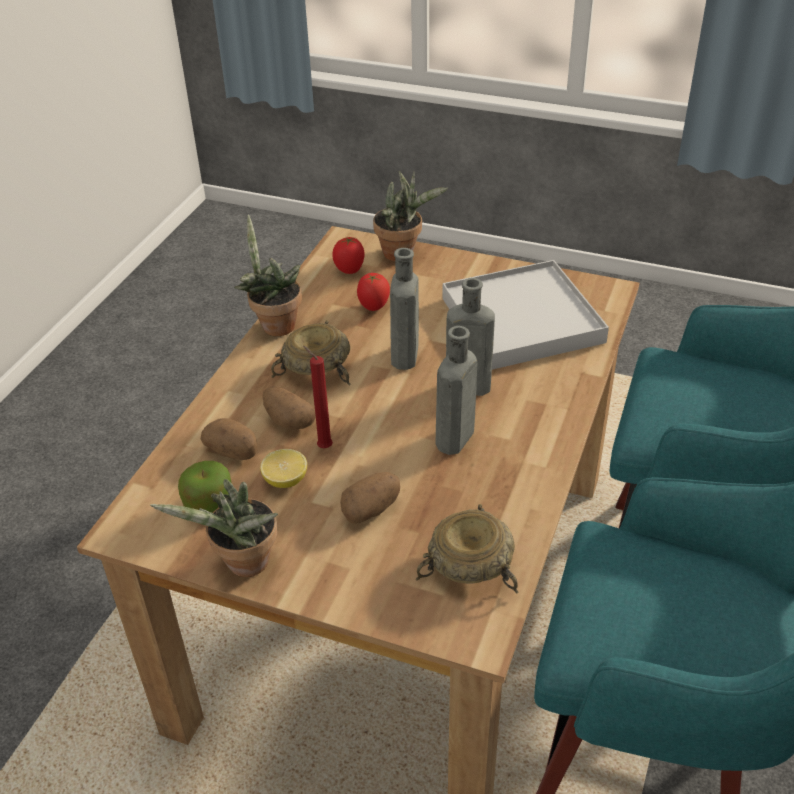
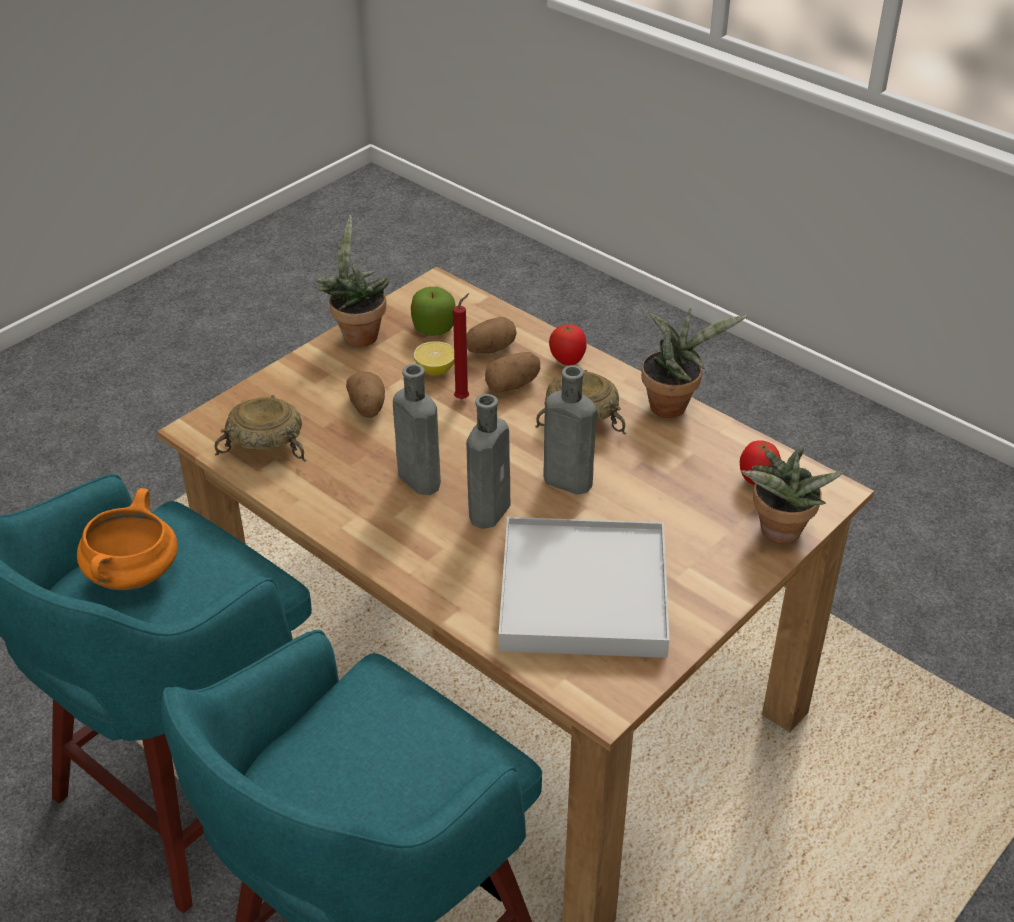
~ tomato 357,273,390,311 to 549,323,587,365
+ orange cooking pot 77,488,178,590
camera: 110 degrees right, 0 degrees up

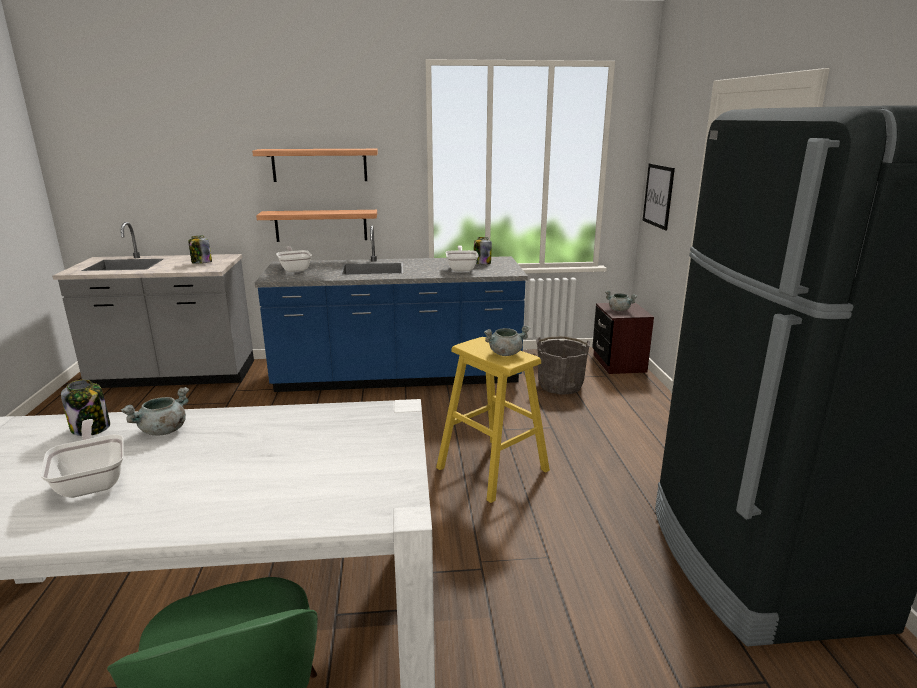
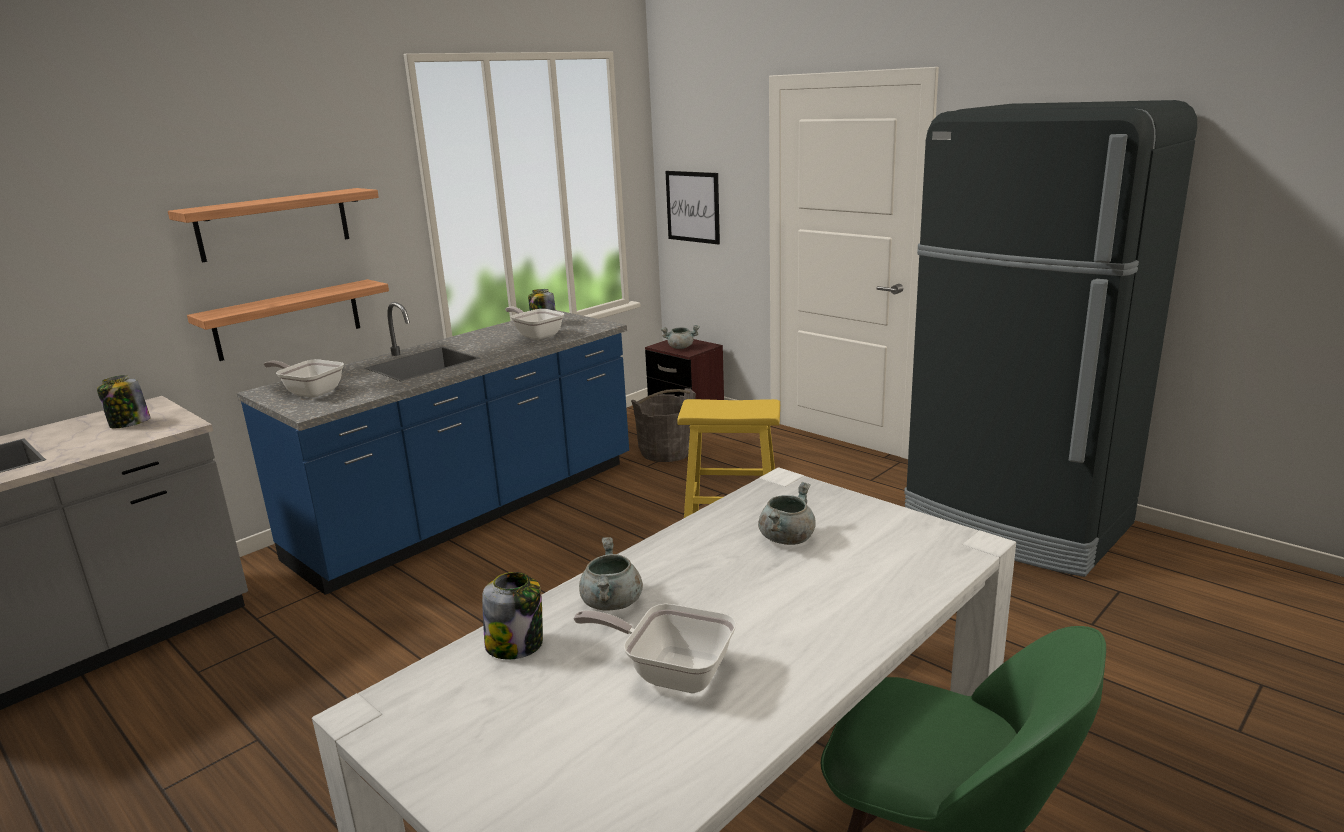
~ grey cooking pot 484,326,530,356 to 758,482,816,545
camera: 40 degrees left, 0 degrees up

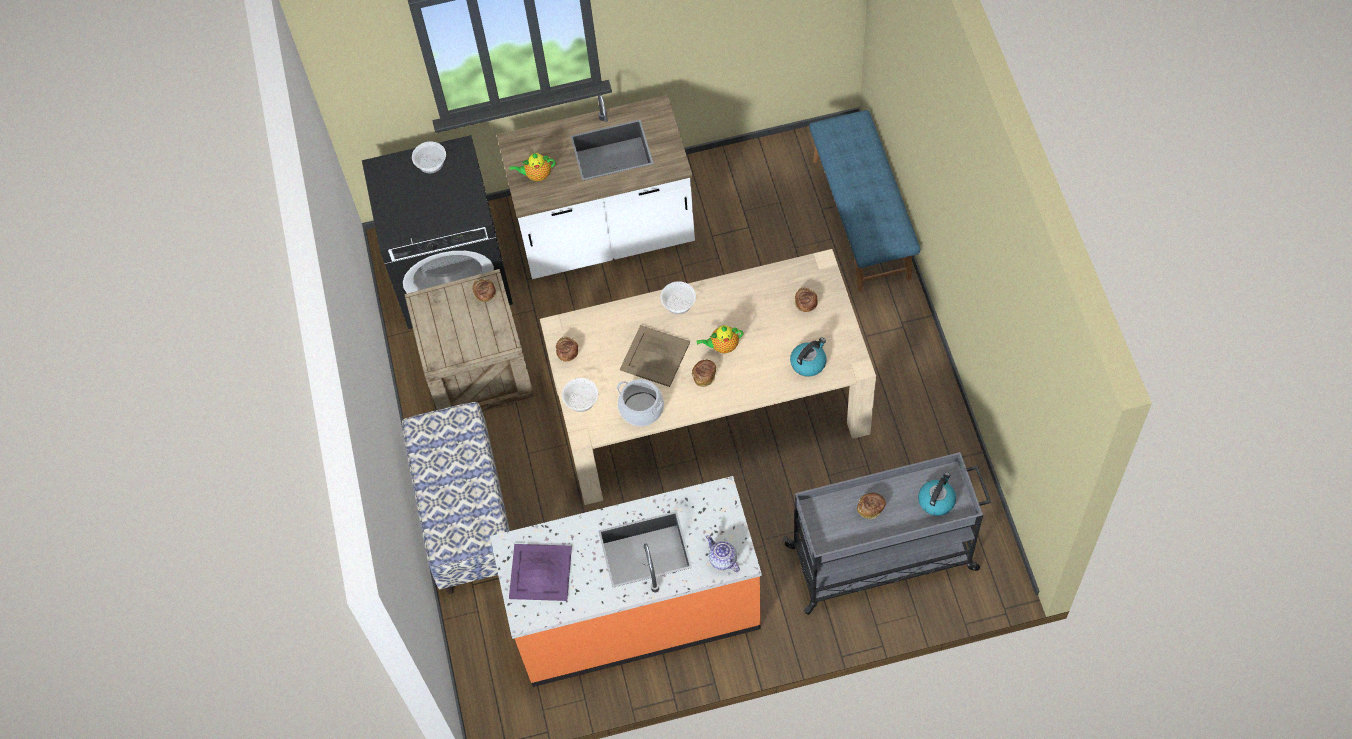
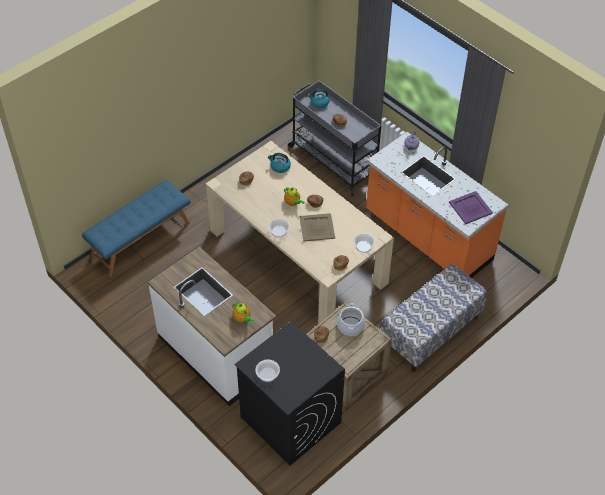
~ cooking pot 617,379,664,426 to 337,303,365,336
camera: 125 degrees left, 10 degrees down

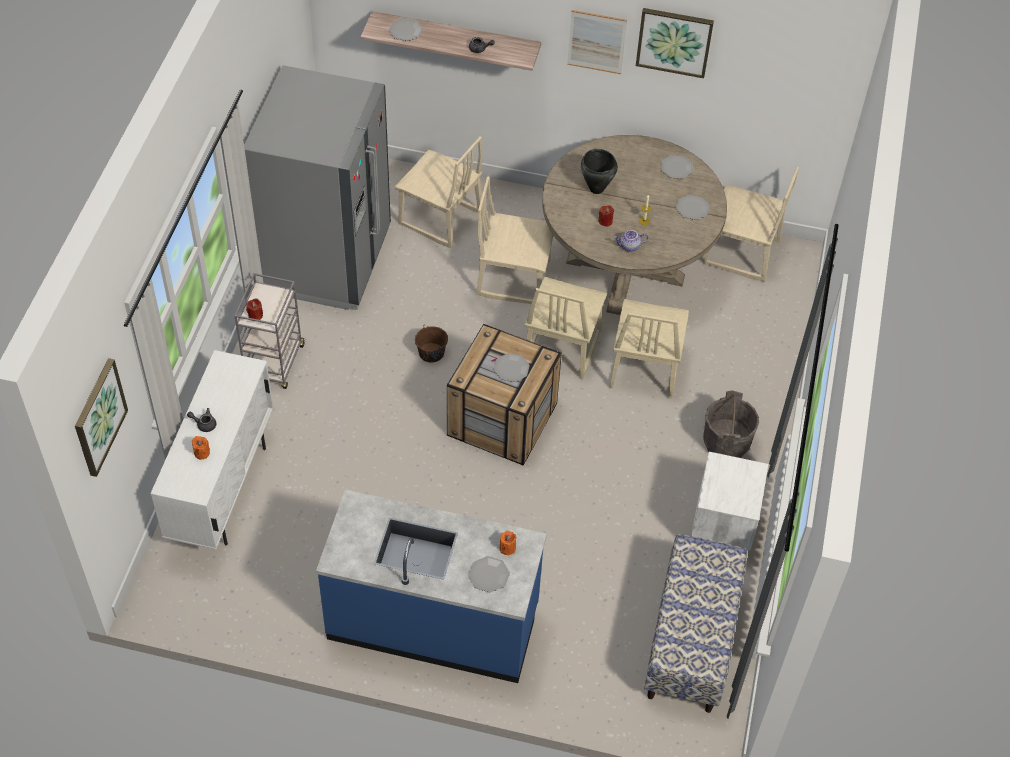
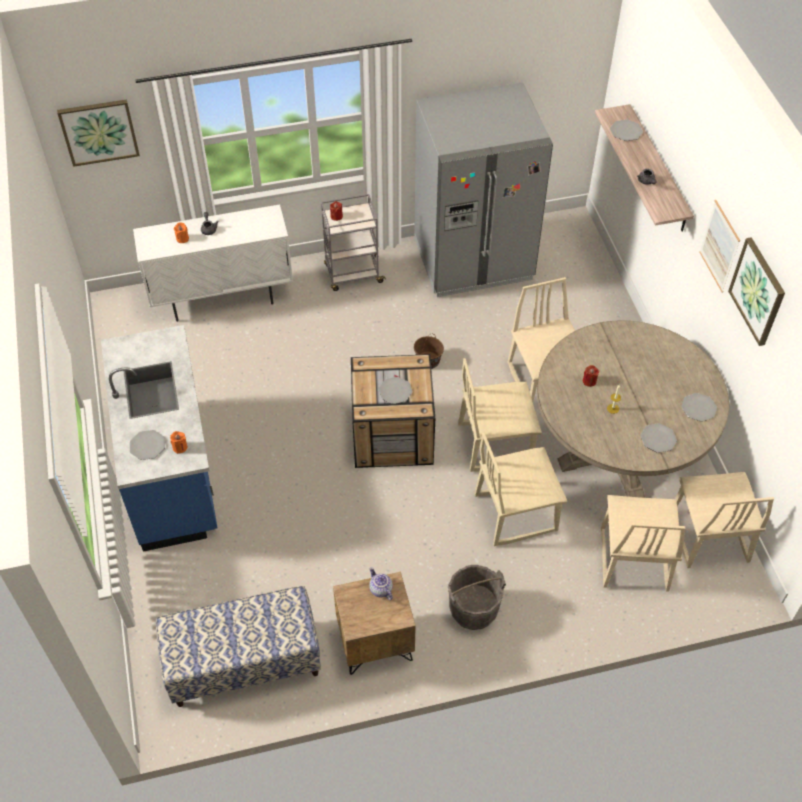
~ beige chair 394,136,483,248 to 601,495,685,592
- black cooking pot 581,149,618,194
~ teapot 614,230,648,252 to 369,567,393,600
~ white nightstand 691,452,768,551 to brown nightstand 333,572,416,675
camera: 65 degrees right, 0 degrees up

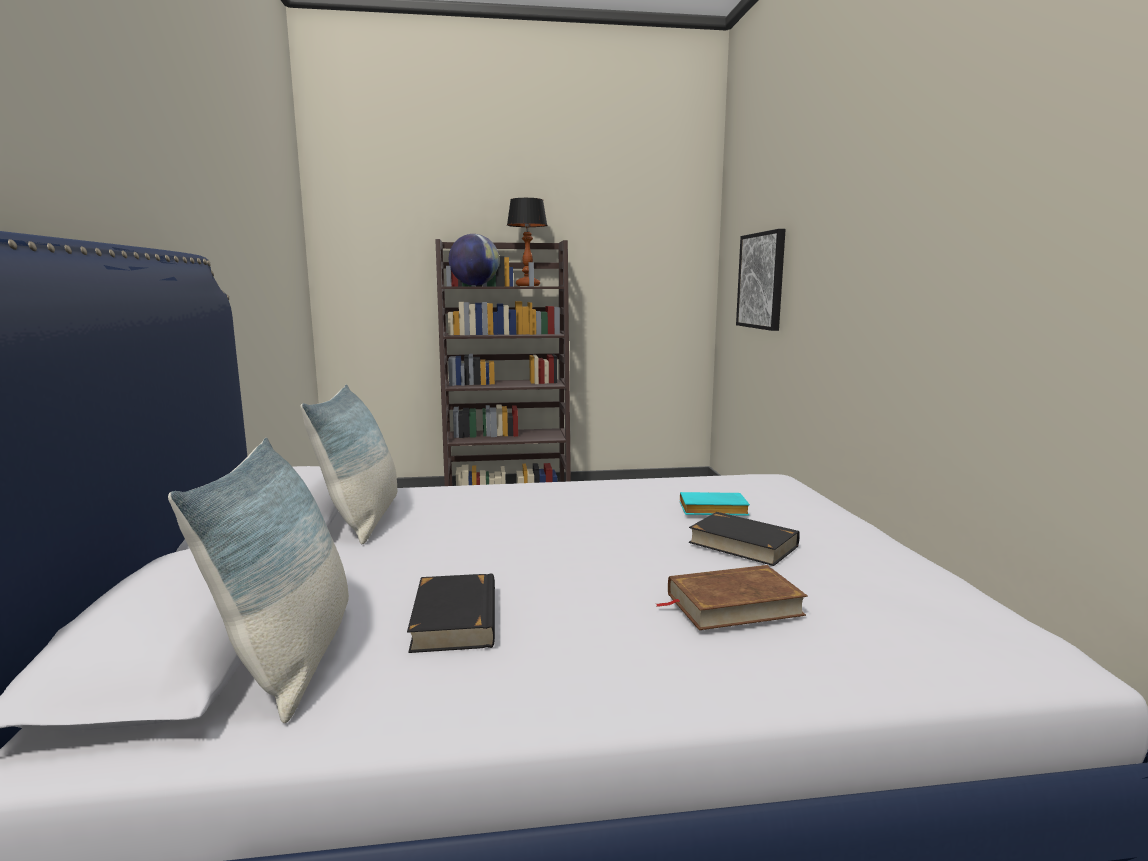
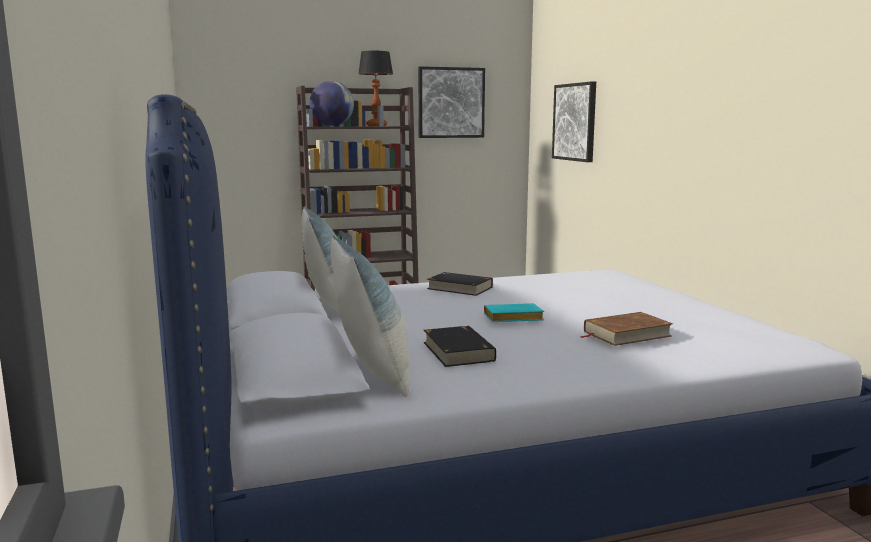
~ turquoise book 680,492,750,516 to 484,303,544,322
~ black book 688,512,800,566 to 427,272,493,296
+ picture 418,66,485,138
camera: 10 degrees left, 0 degrees up

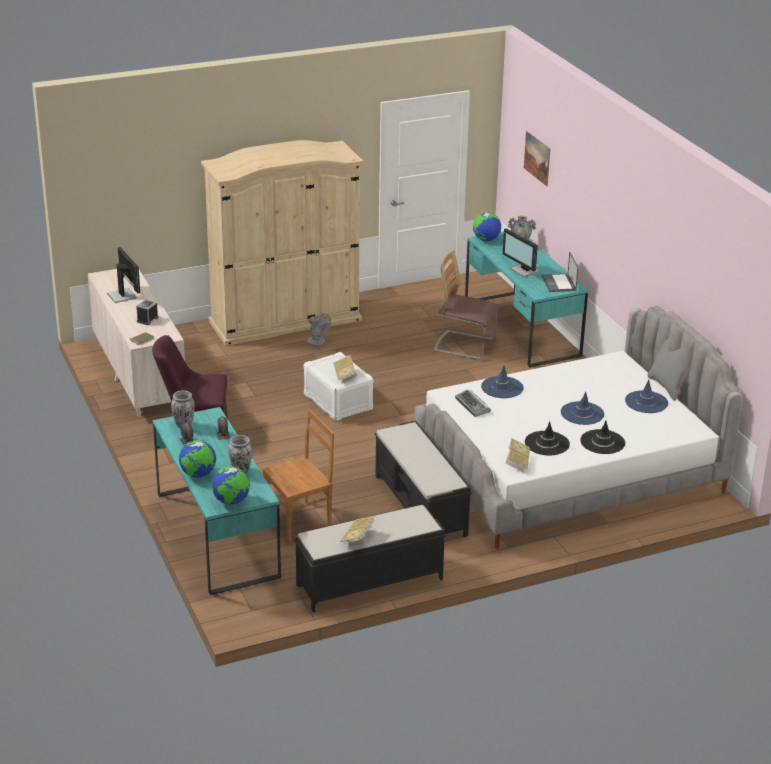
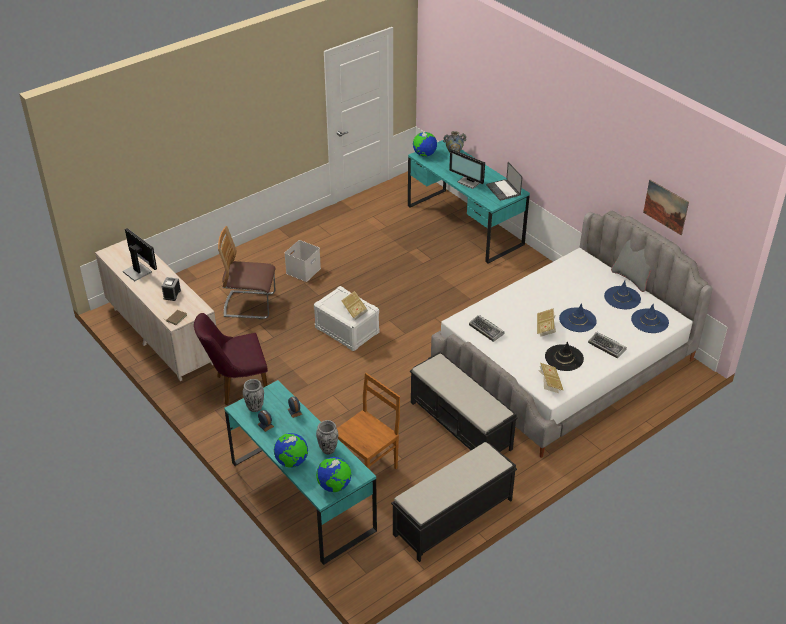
~ picture 524,131,550,186 to 643,180,689,235
- beige wardrobe 201,140,363,346
~ chair 434,251,499,359 to 218,226,276,319
~ grey fan 307,313,332,346 to white storage box 284,240,321,282
~ blue hat 481,365,524,398 to 631,304,669,333
~ black hat 580,420,625,454 to keyboard 588,332,627,358
~ book 340,516,375,547 to 537,308,556,337
camera: 15 degrees left, 10 degrees up

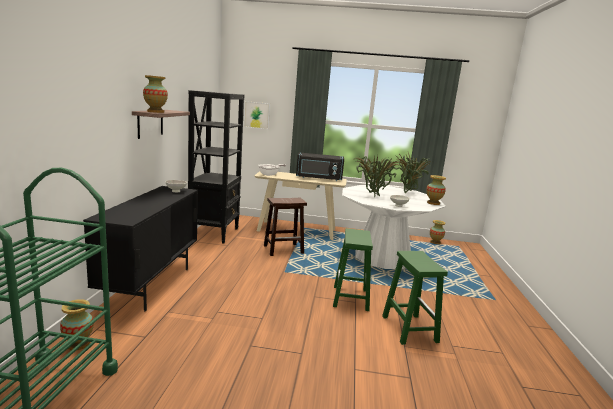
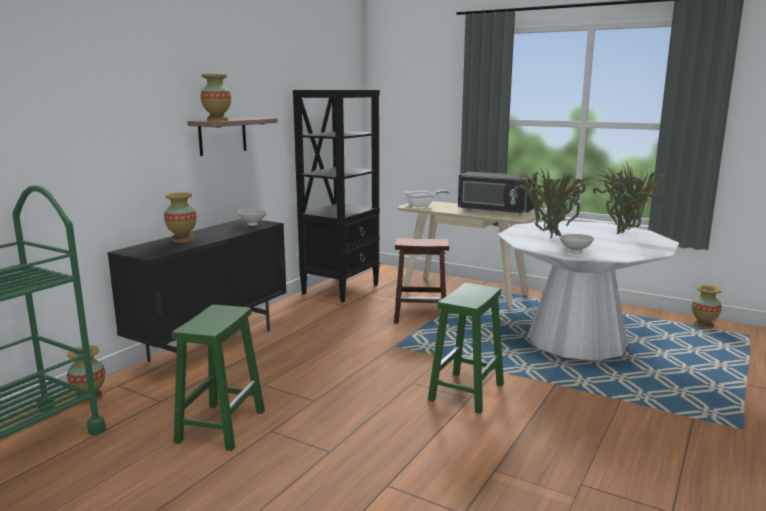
- picture 244,101,270,129
~ vase 426,175,446,205 to 164,192,197,243
~ green stool 382,251,448,345 to 172,305,265,451
camera: 25 degrees right, 0 degrees up

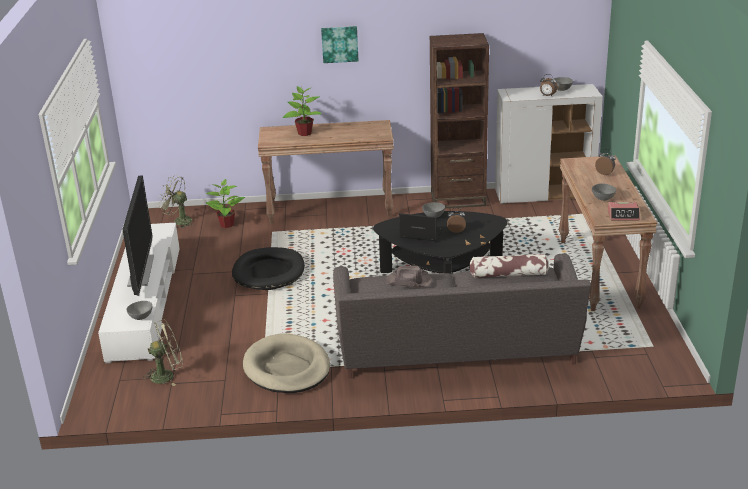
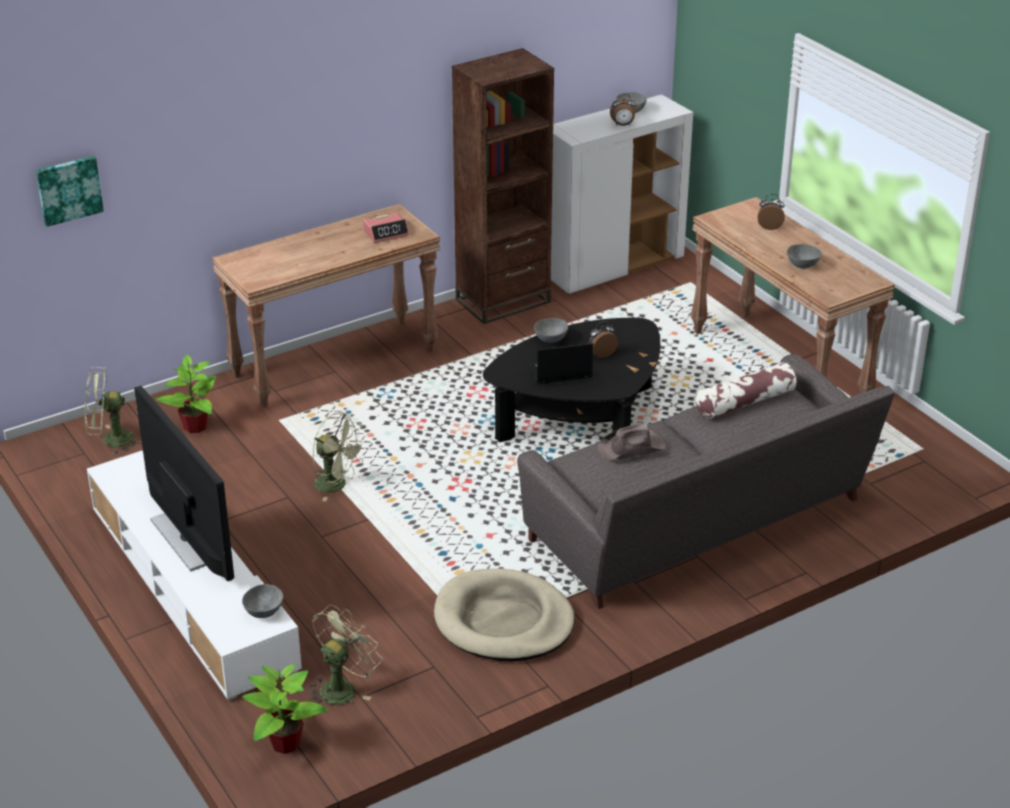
~ picture 321,26,359,63 to 36,156,104,227
~ potted plant 283,86,321,136 to 242,664,328,754
~ alarm clock 608,202,640,220 to 363,212,409,243
~ black dog bed 232,247,305,290 to green fan 312,412,366,501
camera: 30 degrees left, 5 degrees up

